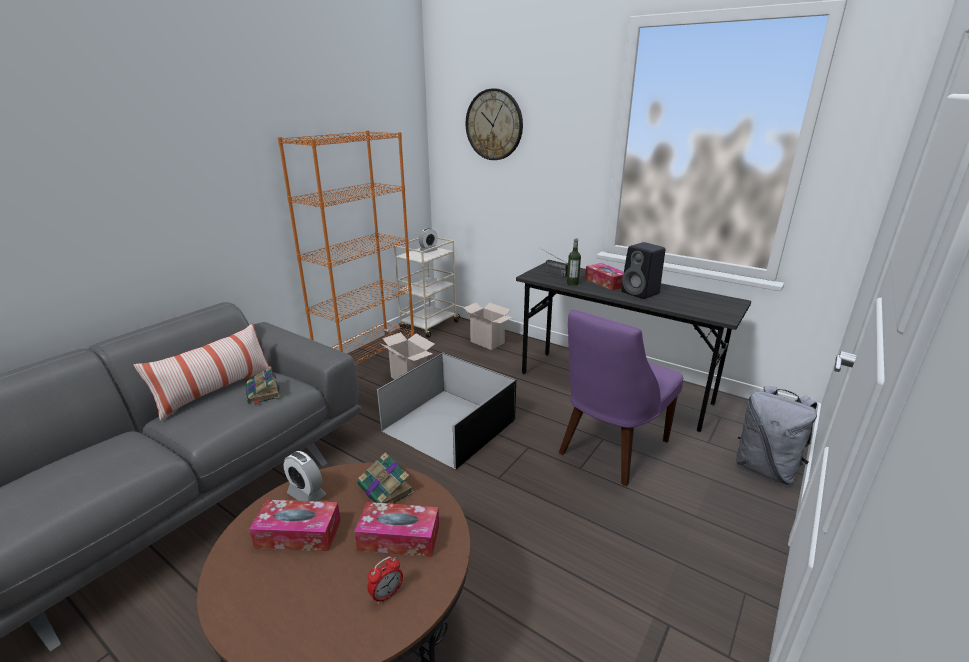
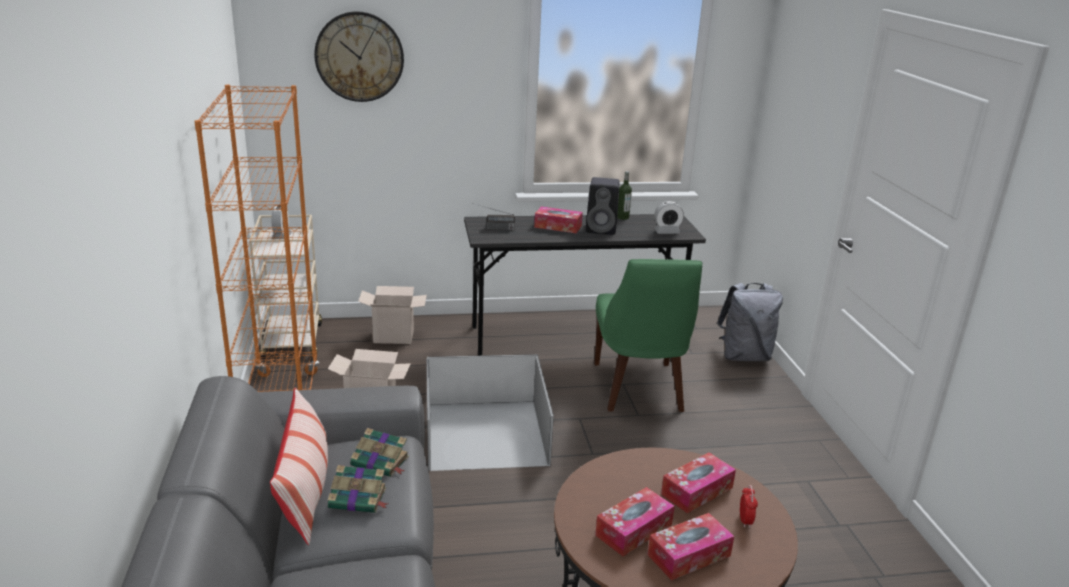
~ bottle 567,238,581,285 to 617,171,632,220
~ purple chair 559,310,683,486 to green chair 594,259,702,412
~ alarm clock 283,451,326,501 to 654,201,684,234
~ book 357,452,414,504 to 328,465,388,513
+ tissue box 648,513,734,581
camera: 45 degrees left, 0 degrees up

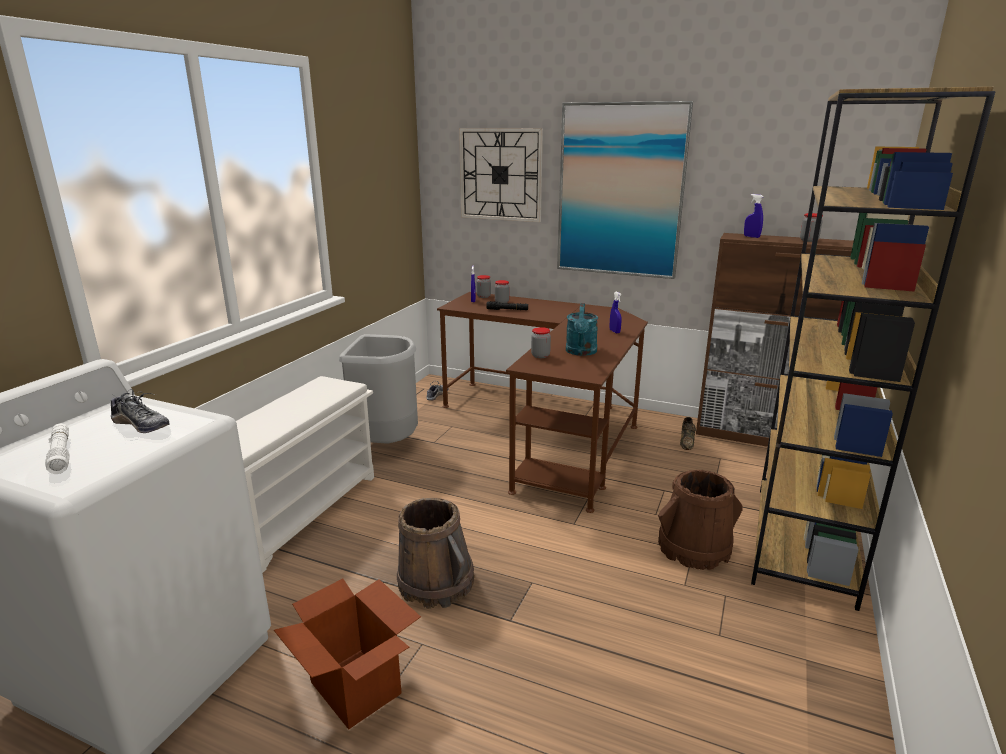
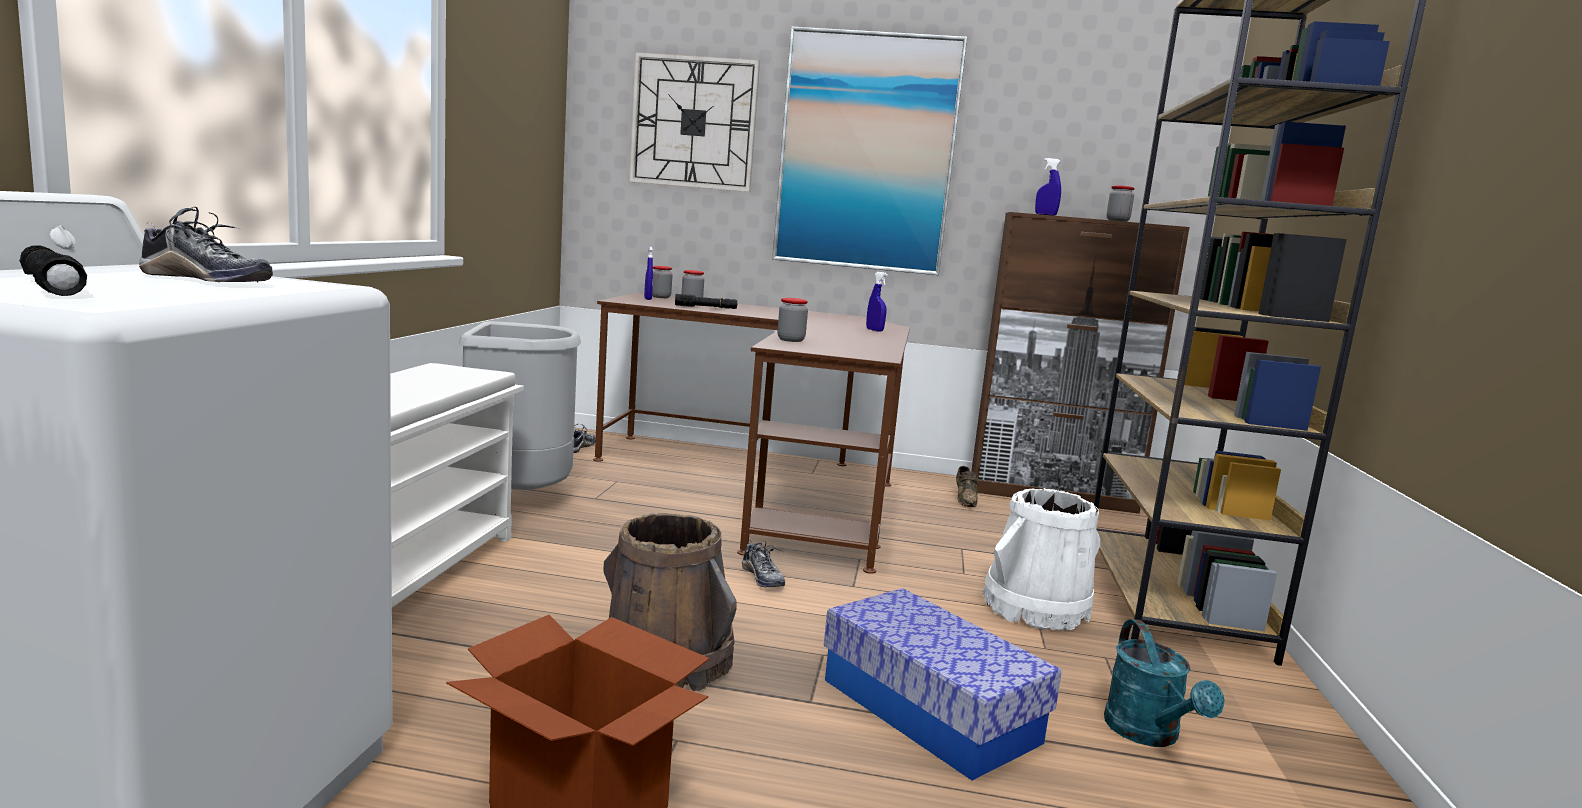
~ turquoise watering can 566,303,598,356 to 1104,620,1224,747
~ white flashlight 45,423,70,474 to black flashlight 19,245,87,296
~ brown bucket 658,470,742,570 to white bucket 982,488,1100,631
+ shoe 742,541,785,587
+ storage box 824,588,1062,781
camera: 15 degrees left, 10 degrees down

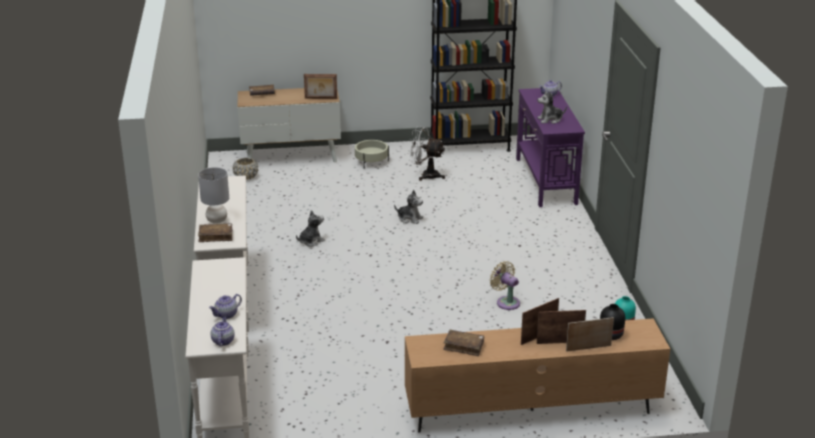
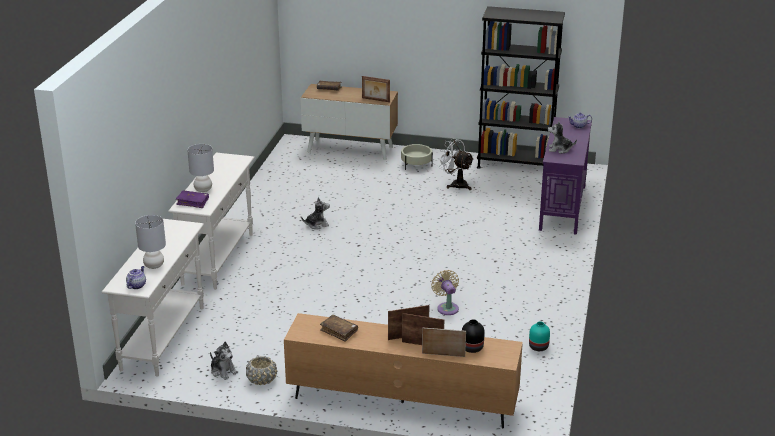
~ beige planter 233,158,258,180 to 246,356,277,385
~ plush toy 394,190,423,224 to 210,342,238,380
~ brown book 198,223,232,242 to purple book 176,190,209,208
~ teapot 209,294,242,319 to grey table lamp 135,215,166,269
camera: 20 degrees right, 0 degrees up

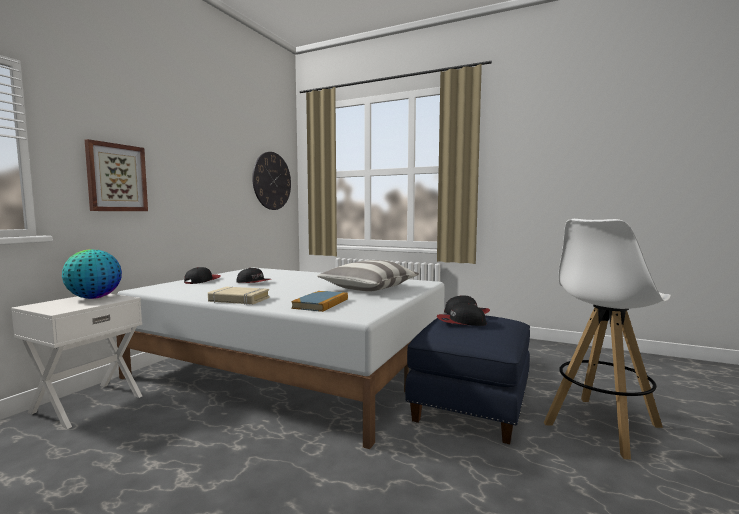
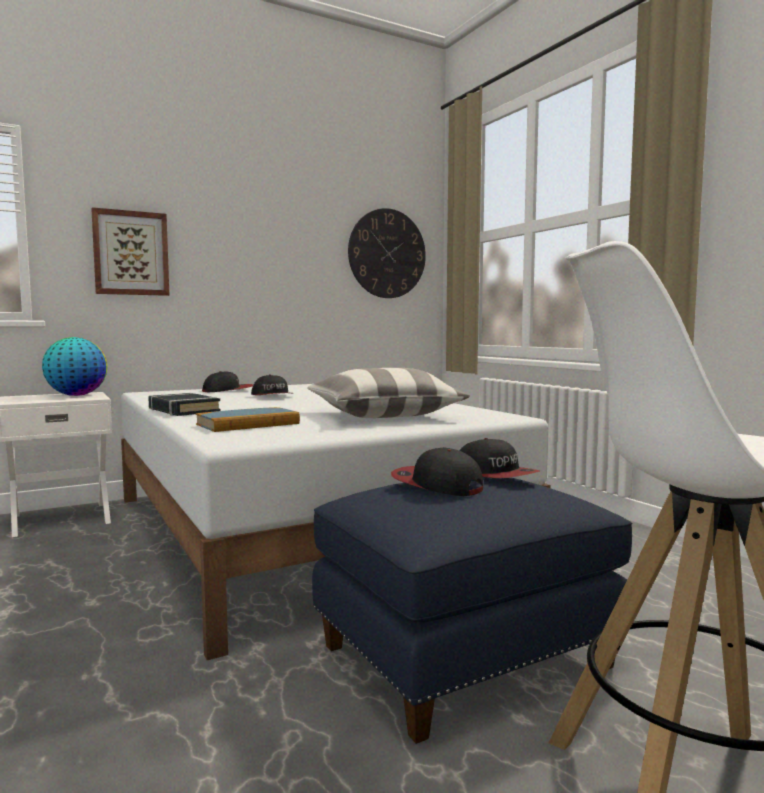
~ beige book 208,287,269,305 to black book 148,393,221,416
camera: 35 degrees right, 0 degrees up

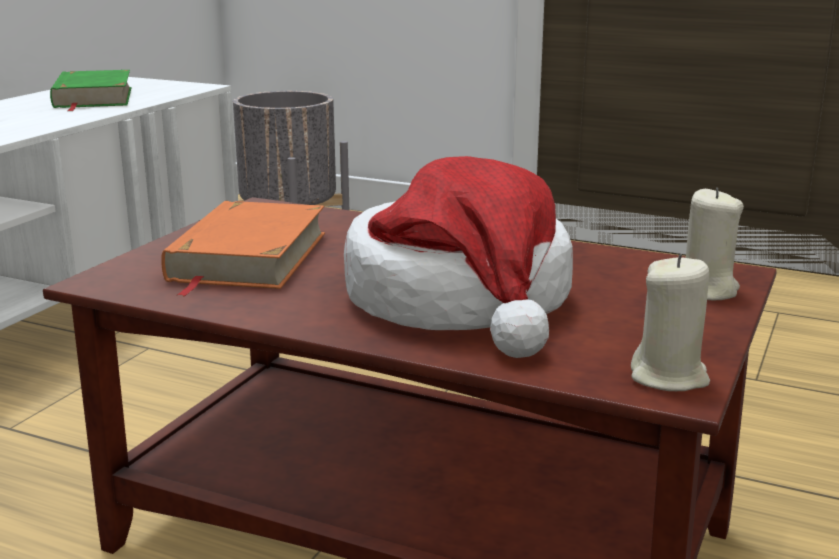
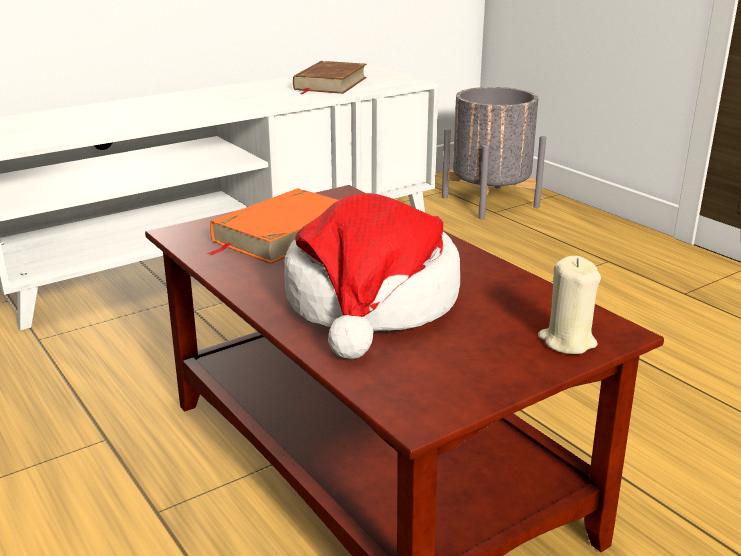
~ green book 50,70,131,111 to brown book 293,61,367,94
- beige candle 631,254,710,391
camera: 30 degrees right, 5 degrees up

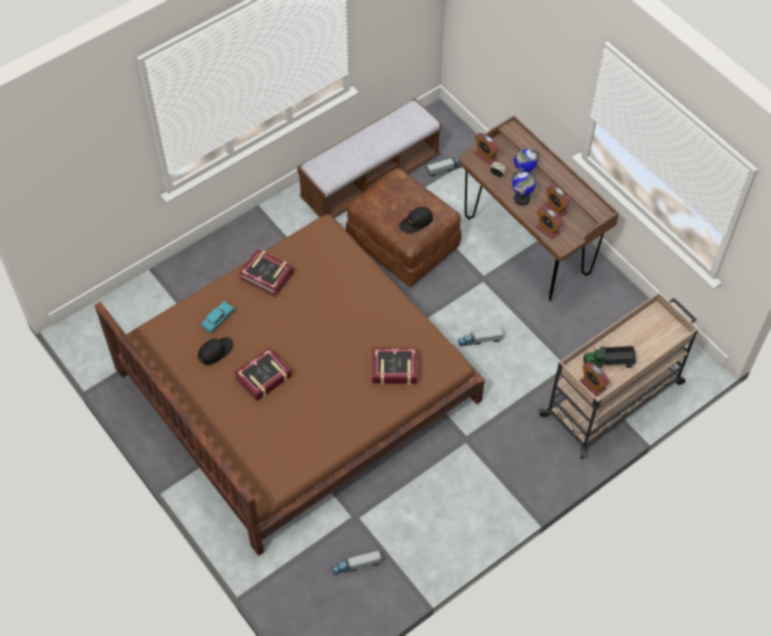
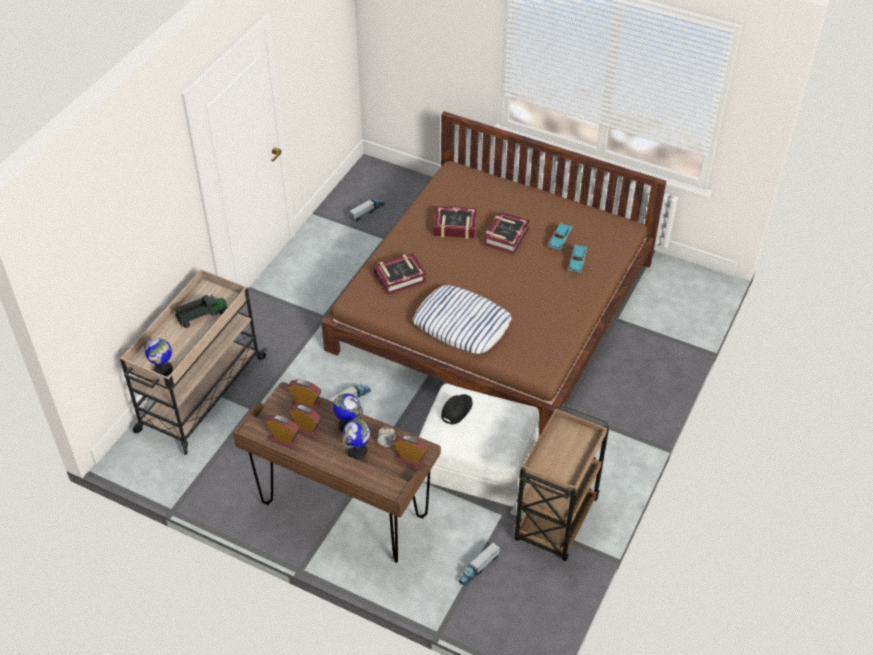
~ bench 297,98,441,218 to brown cart 514,404,609,561
~ brown ottoman 346,167,462,287 to white ottoman 419,384,539,507
~ book 239,249,294,297 to 434,206,477,239
~ black cap 198,337,233,365 to turquoise toy car 548,223,572,251
~ alarm clock 580,362,610,397 to 265,415,299,449
+ pillow 413,285,512,354
+ globe 144,338,173,376
camera: 155 degrees right, 10 degrees down

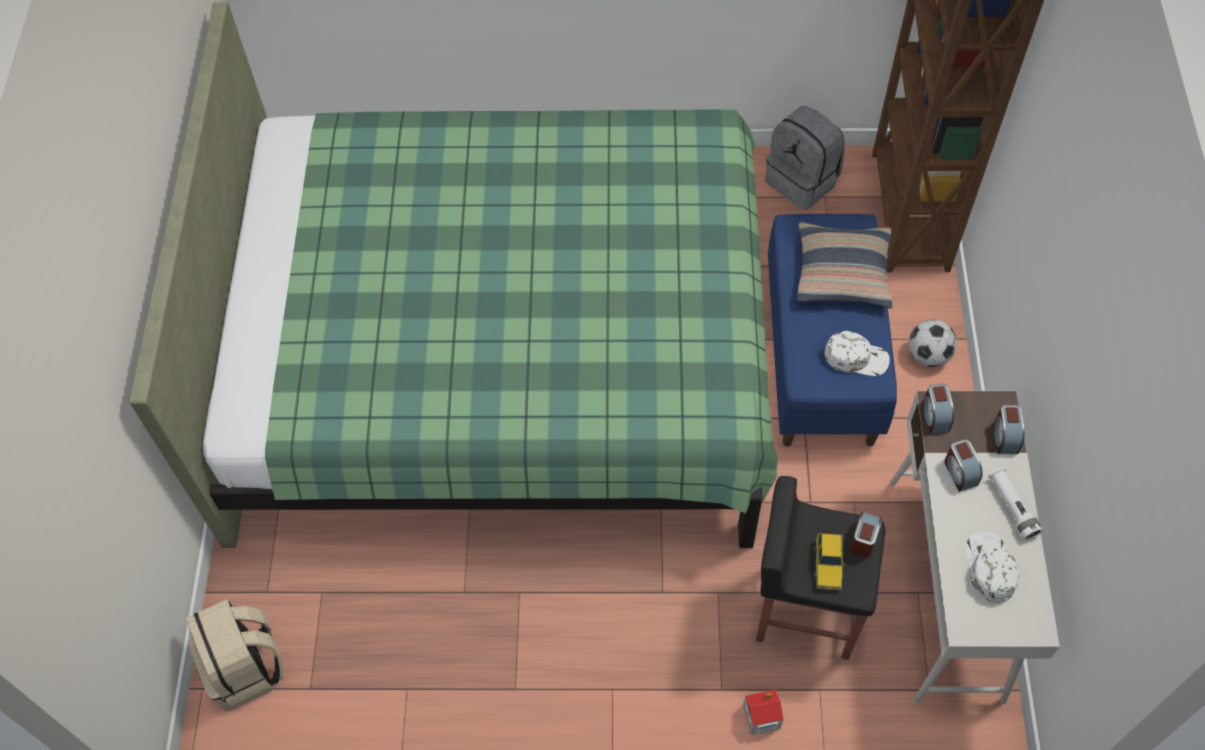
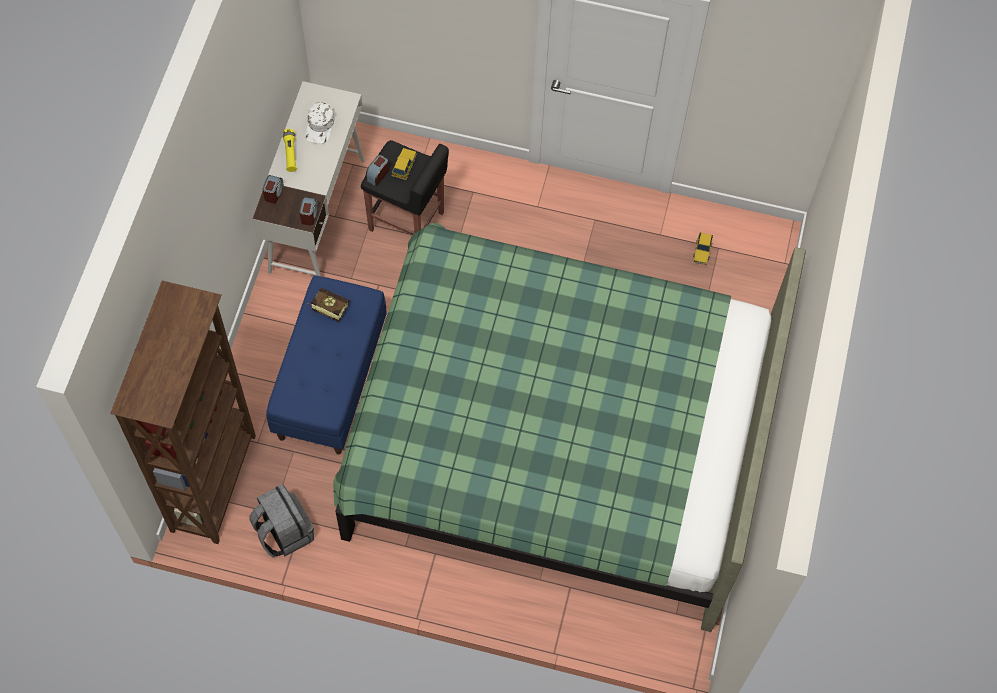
- pillow 797,222,892,309
- football 908,320,957,367
~ white cap 824,331,890,376 to book 307,288,349,322
- alarm clock 944,439,983,492
~ white flashlight 988,468,1042,540 to yellow flashlight 283,129,297,172
- beige backpack 186,599,284,711
- toy house 743,690,784,735
+ toy car 693,233,713,265
camera: 170 degrees left, 5 degrees up

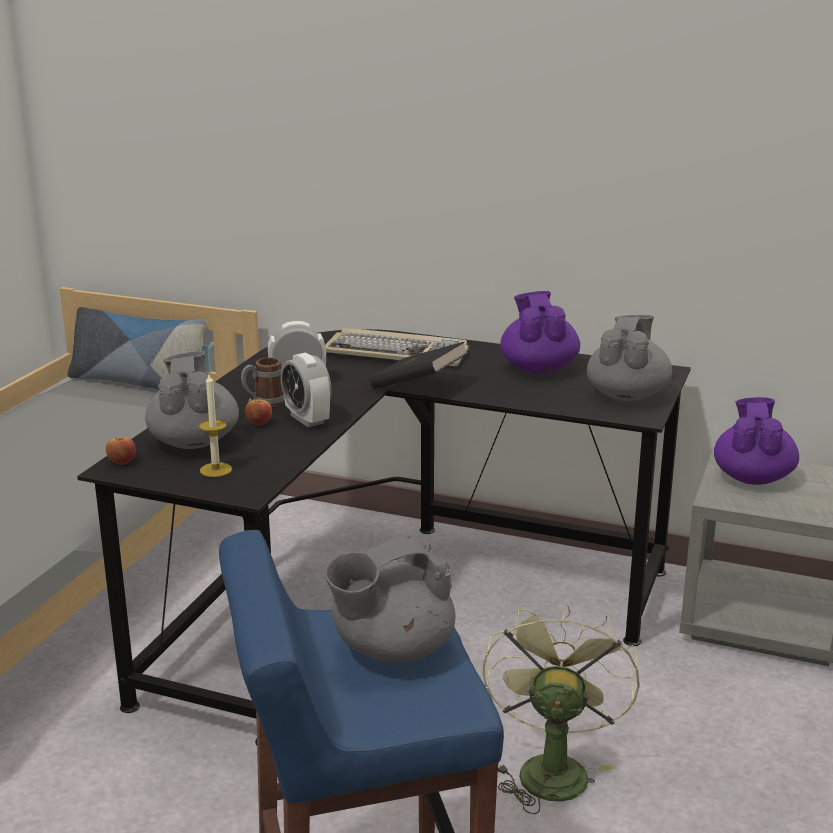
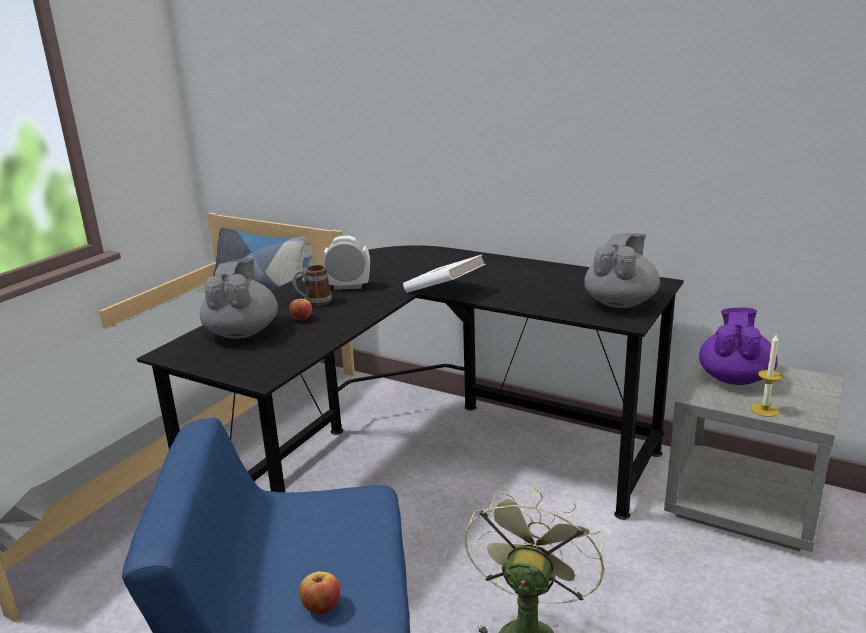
- purple teapot 500,291,580,374
- keyboard 325,328,468,366
~ black book 370,342,468,389 to white book 403,255,486,293
- alarm clock 281,352,332,427
~ candle 199,374,232,477 to 751,333,782,417
~ apple 106,437,136,465 to 299,572,340,615
- grey teapot 325,535,456,663
camera: 10 degrees right, 0 degrees up

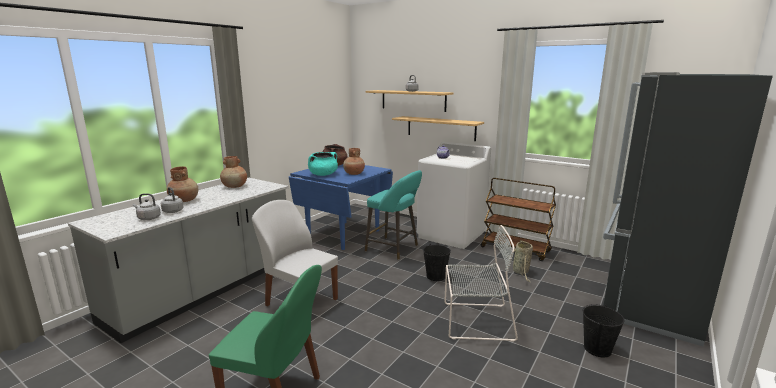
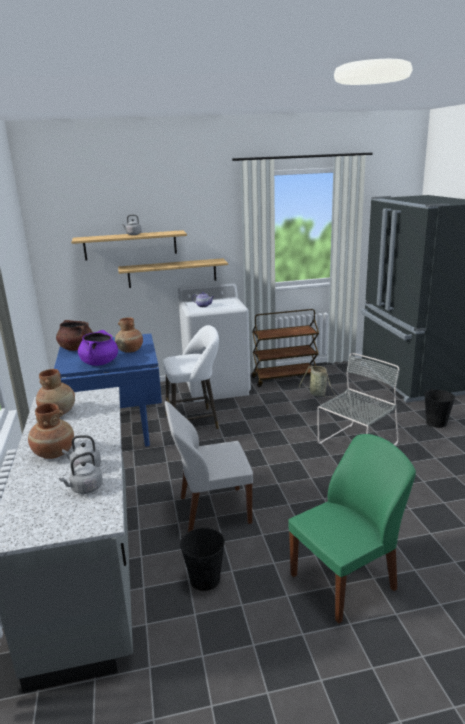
~ turquoise cooking pot 308,152,338,176 to purple cooking pot 78,330,118,366
~ turquoise stool 365,170,422,260 to white stool 163,325,219,429
~ black bucket 423,244,451,281 to 180,528,225,591
camera: 45 degrees left, 5 degrees up

